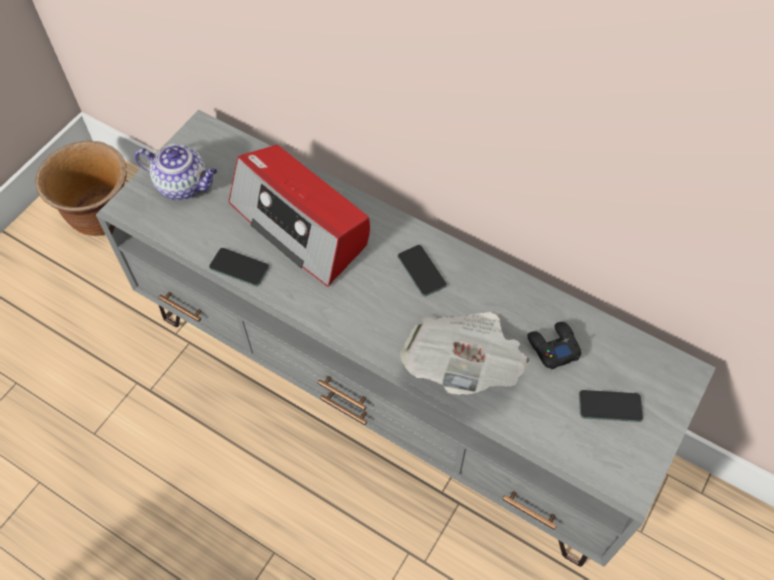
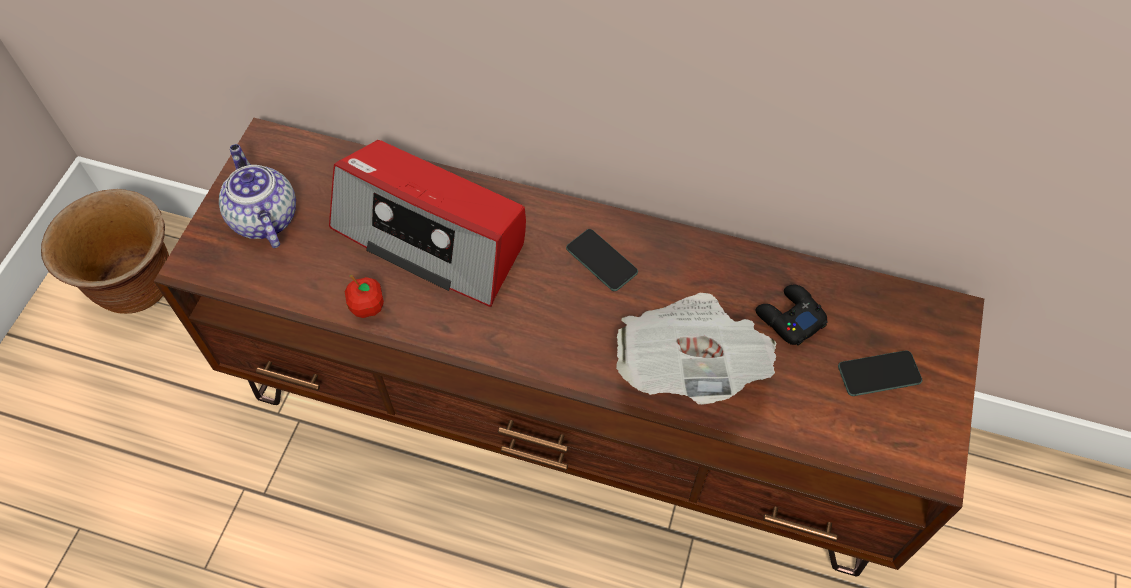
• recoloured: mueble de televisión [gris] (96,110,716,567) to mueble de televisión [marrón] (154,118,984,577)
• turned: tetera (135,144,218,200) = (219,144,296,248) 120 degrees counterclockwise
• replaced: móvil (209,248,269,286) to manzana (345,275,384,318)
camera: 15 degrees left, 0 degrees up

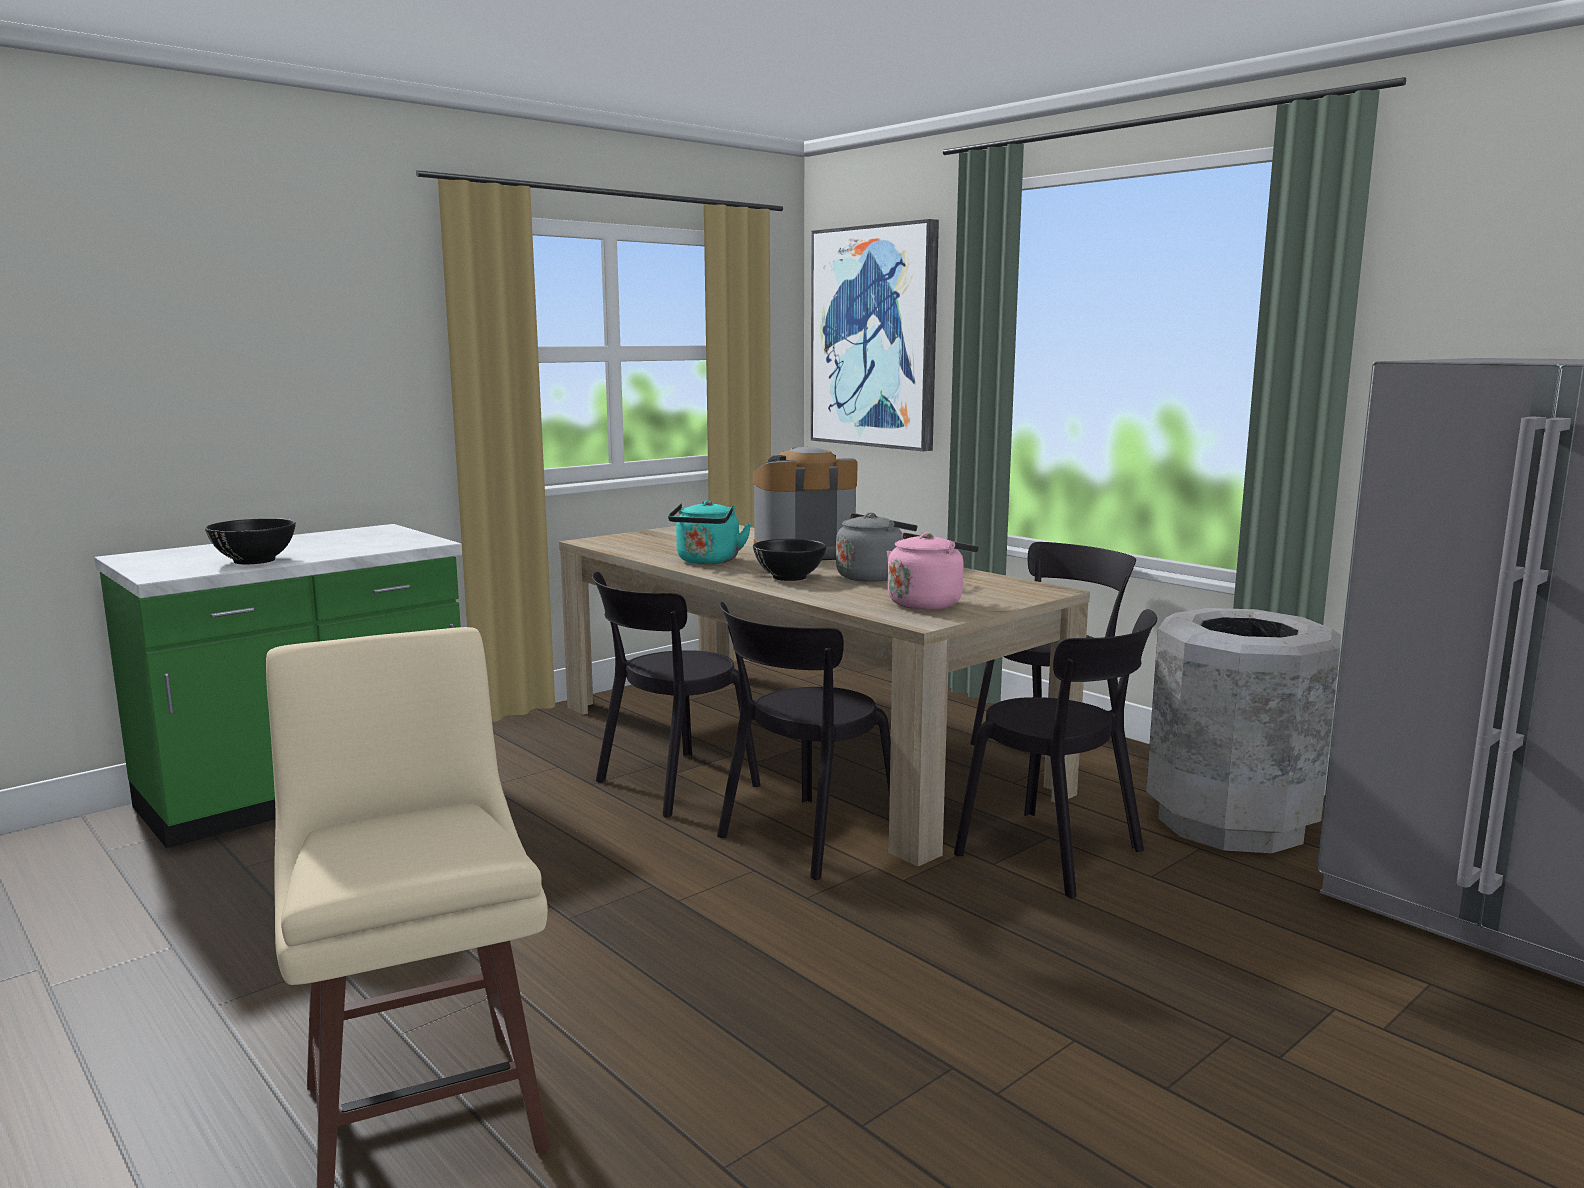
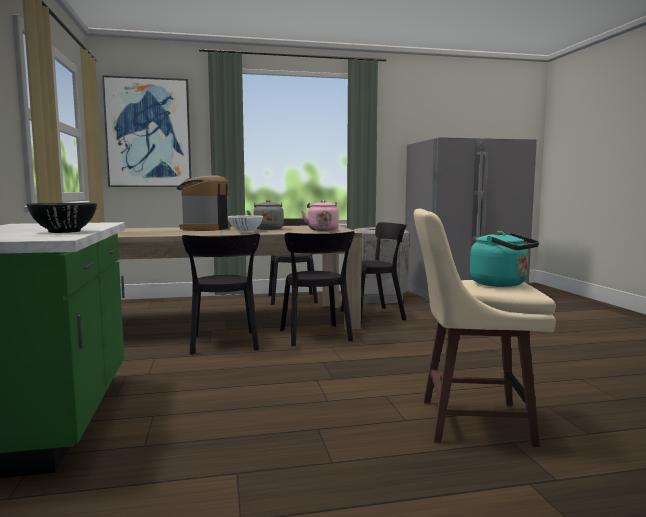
• moved: hervidor [turquesa] (668,500,751,564) to (470,231,539,287)
• recoloured: cuenco [negro] (753,539,827,581) to cuenco [blanco] (228,215,263,233)
camera: 60 degrees left, 5 degrees down

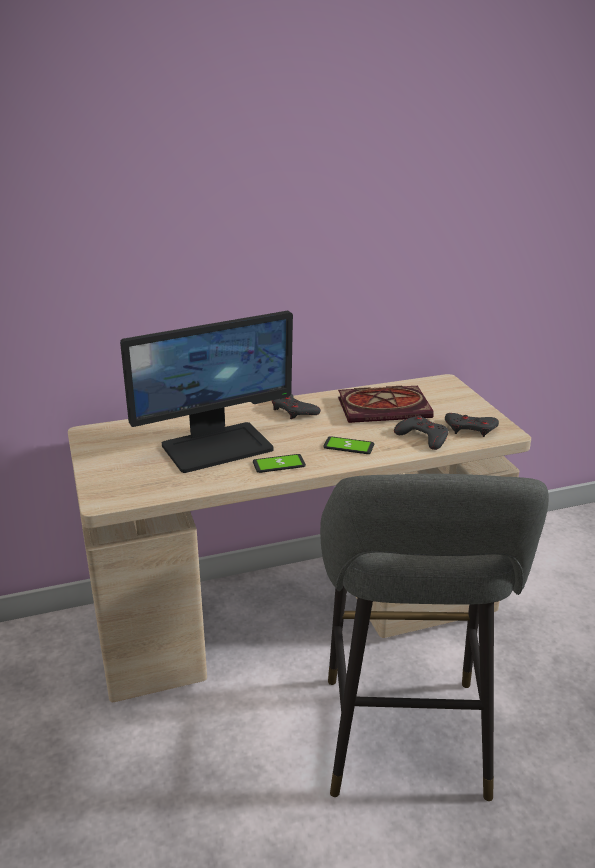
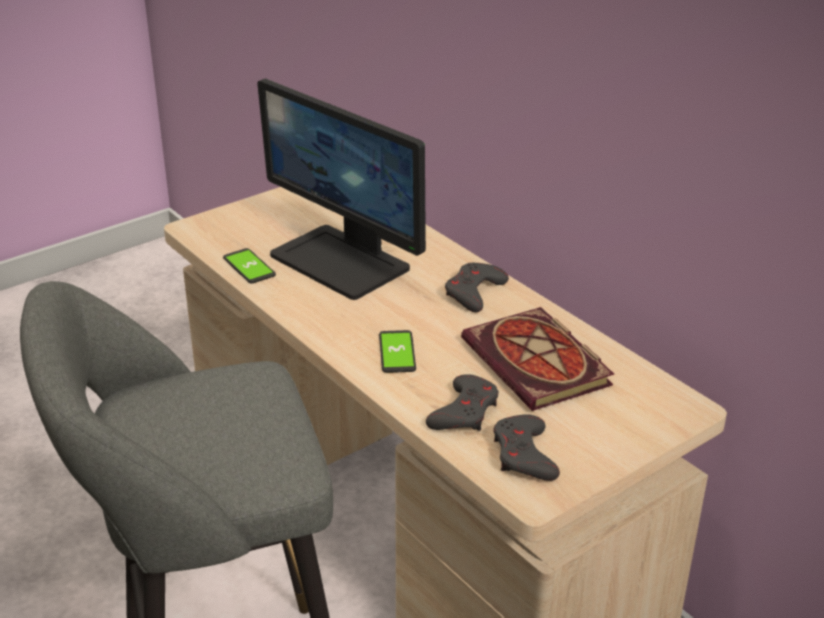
• moved: móvil (253,454,306,473) to (223,248,276,284)
camera: 70 degrees right, 5 degrees up

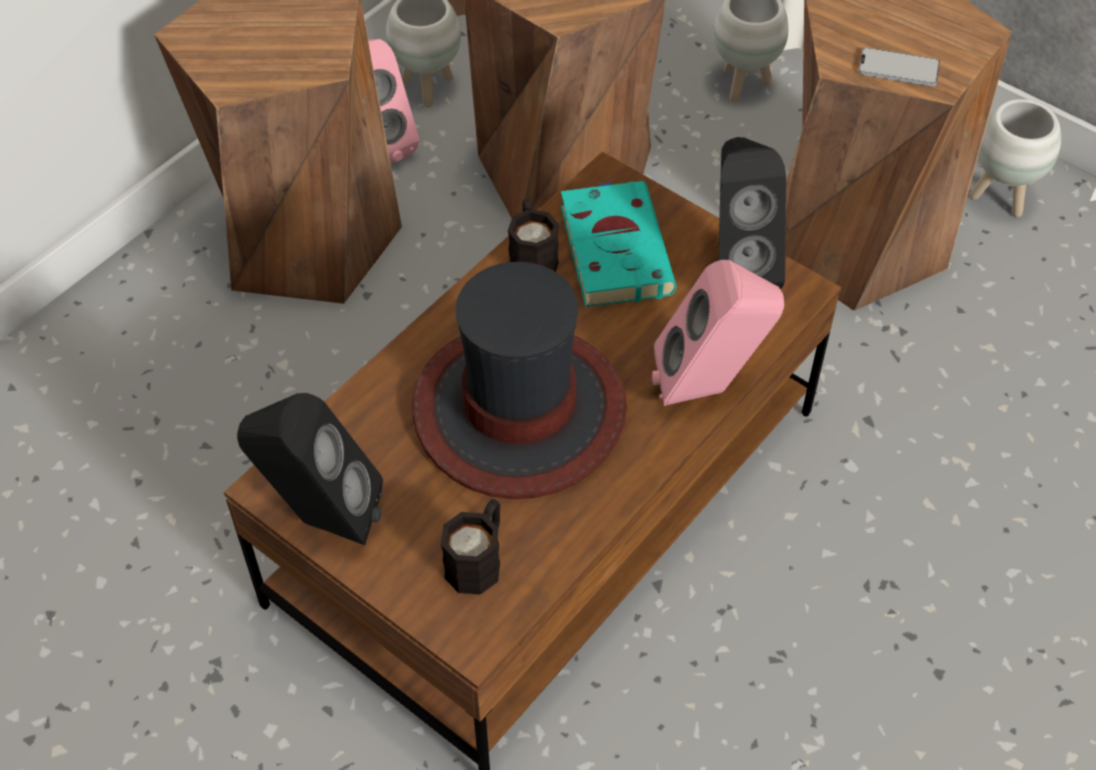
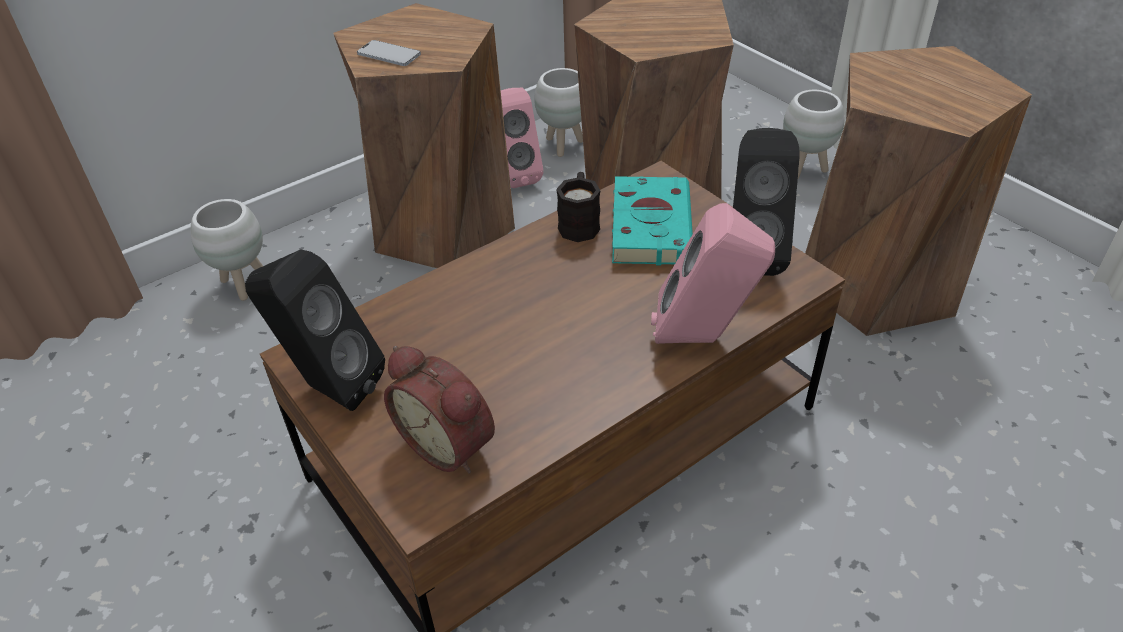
• moved: móvil (858,47,940,86) to (357,40,421,66)
• moved: maceta [blanco] (970,99,1061,217) to (191,199,263,301)
• removed: sombrero (412,262,627,499)
• replaced: taza grande [negro] (441,499,500,595) to despertador (384,346,495,473)
camera: 15 degrees right, 10 degrees down

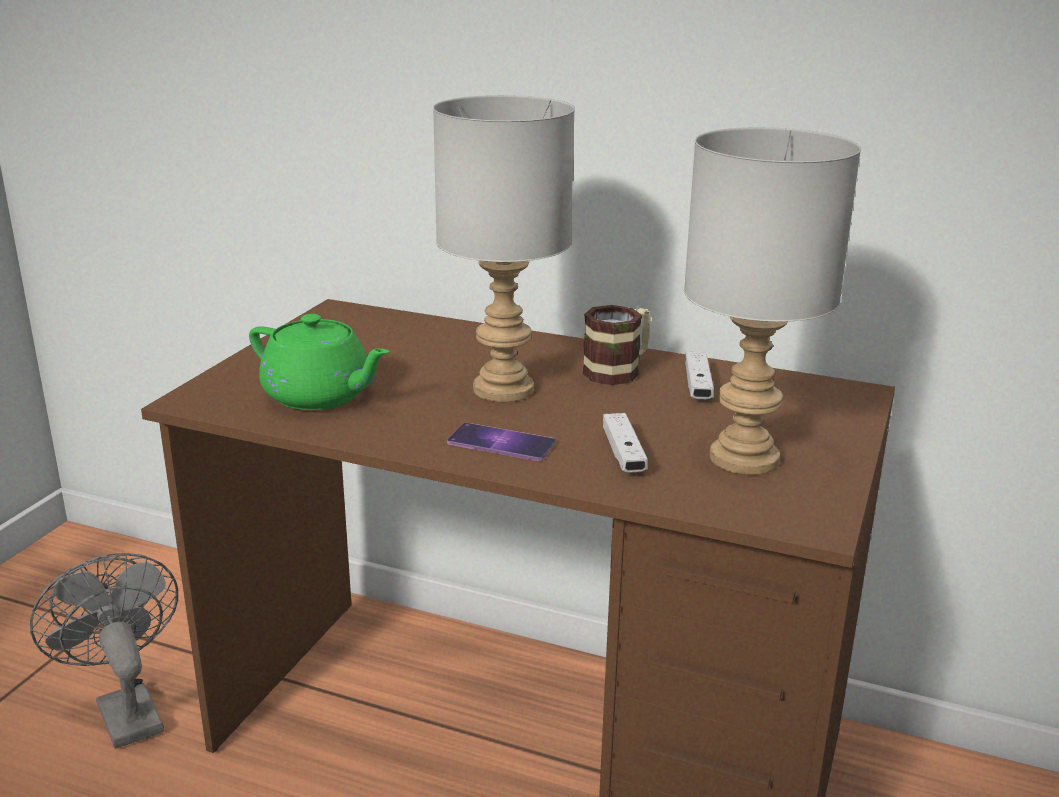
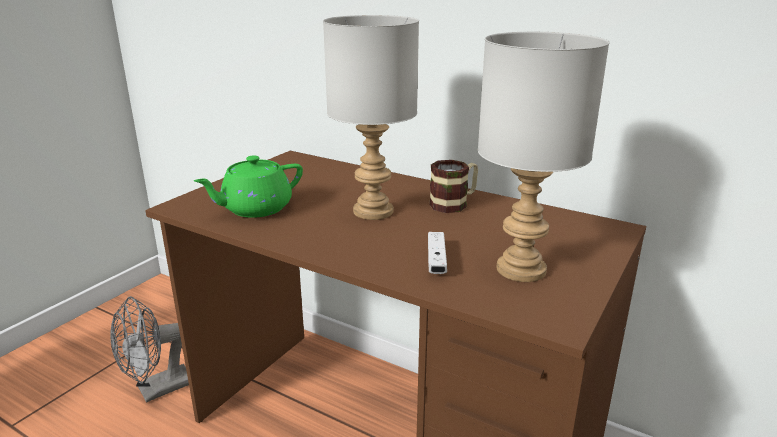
• turned: tetera [verde] (249,314,390,410) = (194,156,303,218) 105 degrees clockwise
• removed: mando de consola [blanco] (685,352,714,399)
• removed: móvil (447,423,556,461)
• turned: ventilador [gris] (30,553,178,749) = (110,296,189,403) 105 degrees counterclockwise
camera: 10 degrees right, 0 degrees up

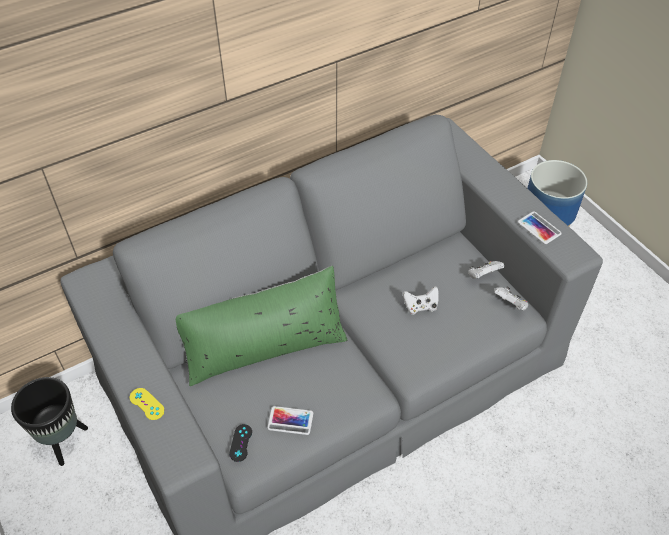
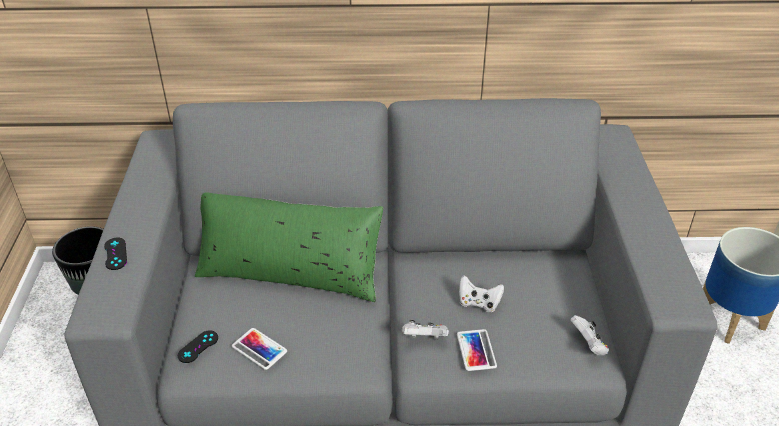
• moved: móvil (518,211,562,244) to (457,329,497,371)
• moved: mando de consola [blanco] (468,261,504,279) to (402,320,449,339)
• recoloured: mando de consola [amarillo] (130,388,165,420) to mando de consola [negro] (104,238,127,270)
camera: 30 degrees right, 10 degrees down

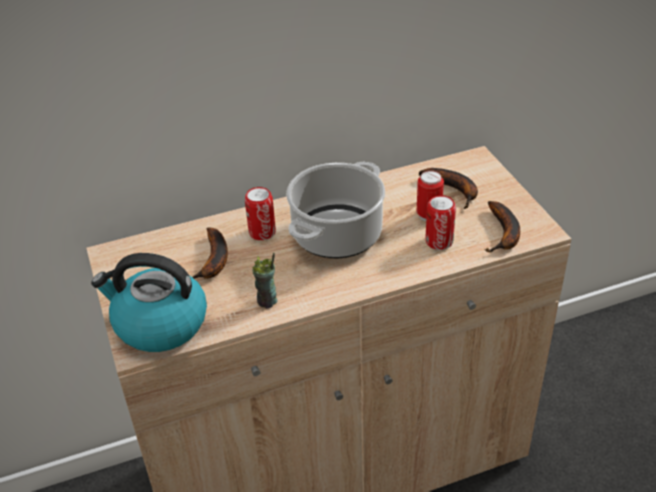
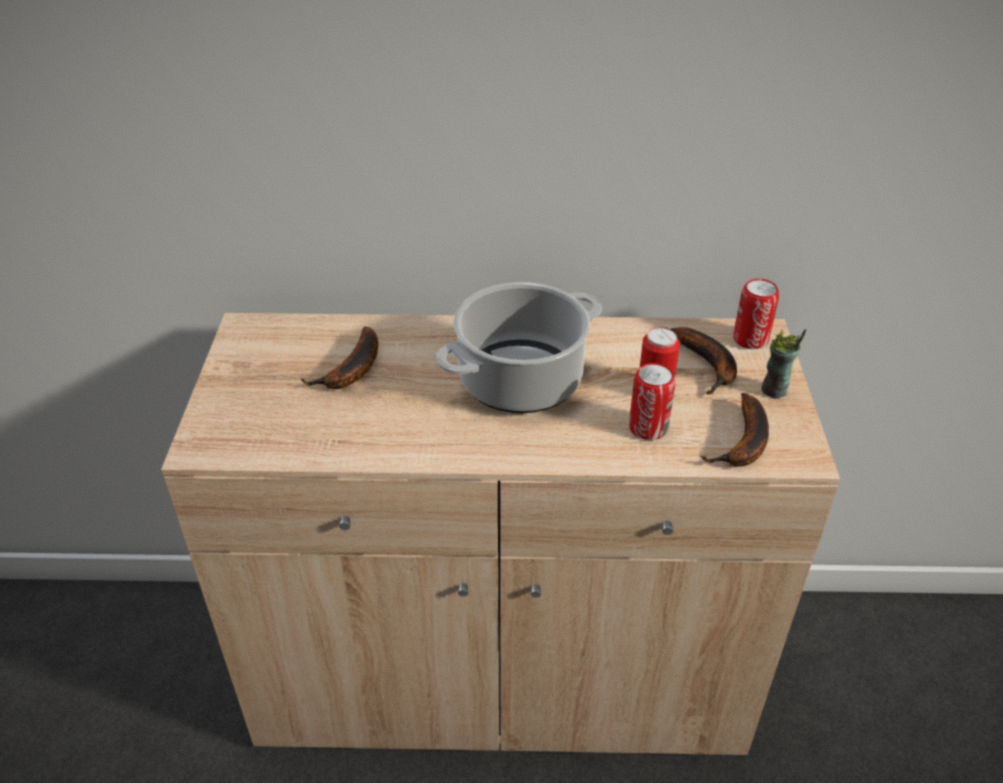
• moved: lata (245,187,276,240) to (733,279,779,349)
• removed: hervidor (91,253,207,352)
• moved: taza (252,253,278,308) to (761,329,806,399)
camera: 20 degrees right, 0 degrees up

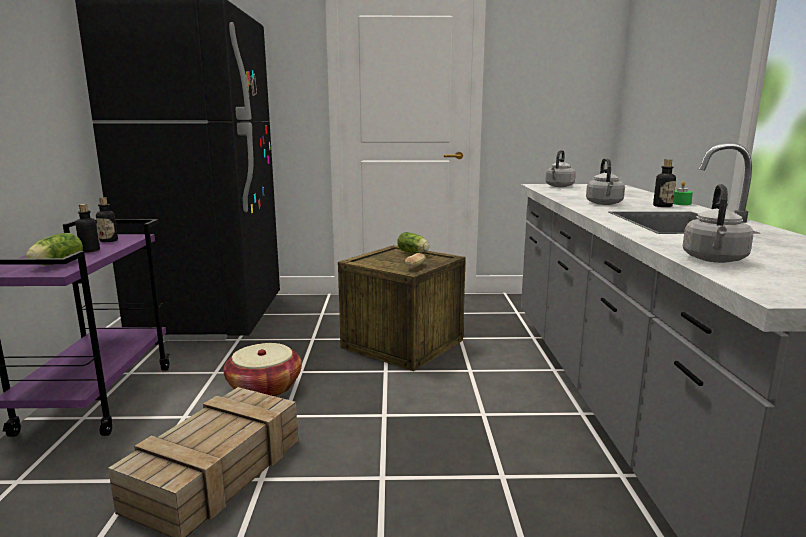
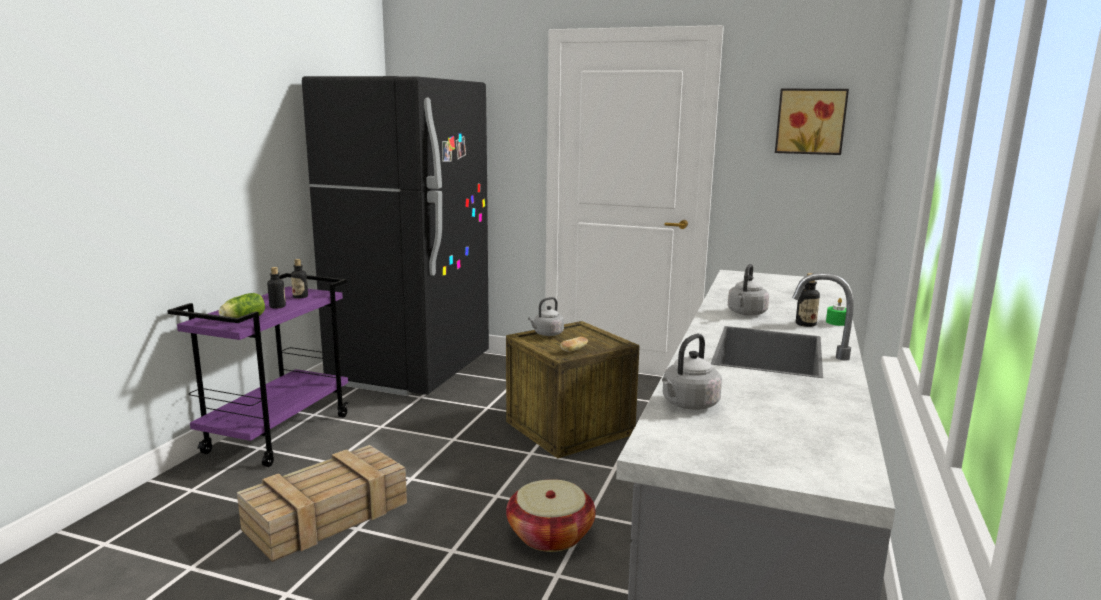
• moved: hervidor [gris] (545,150,576,187) to (528,297,564,336)
• removed: lechuga (397,232,430,253)
• moved: cesta (224,343,302,397) to (506,479,596,552)
• added: cuadro (775,89,849,155)
camera: 20 degrees right, 0 degrees up

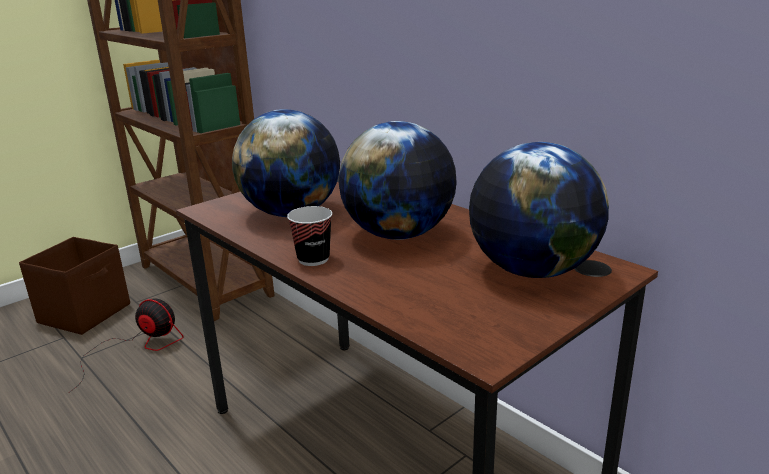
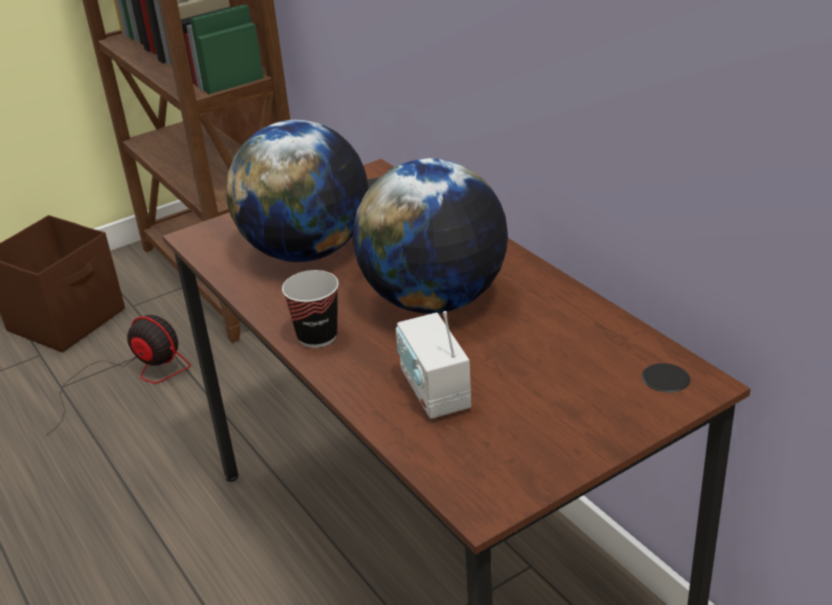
• removed: globo terráqueo (469,142,609,278)
• added: radio (396,311,471,419)
camera: 10 degrees right, 10 degrees up

